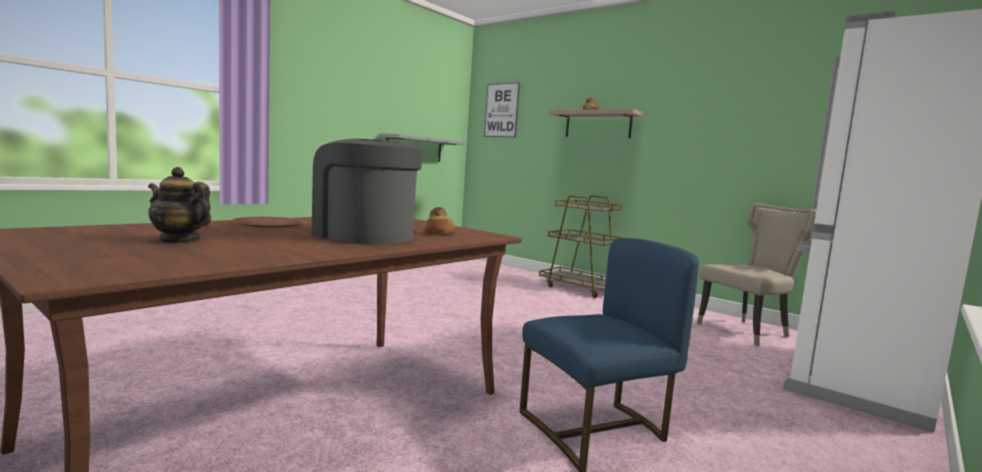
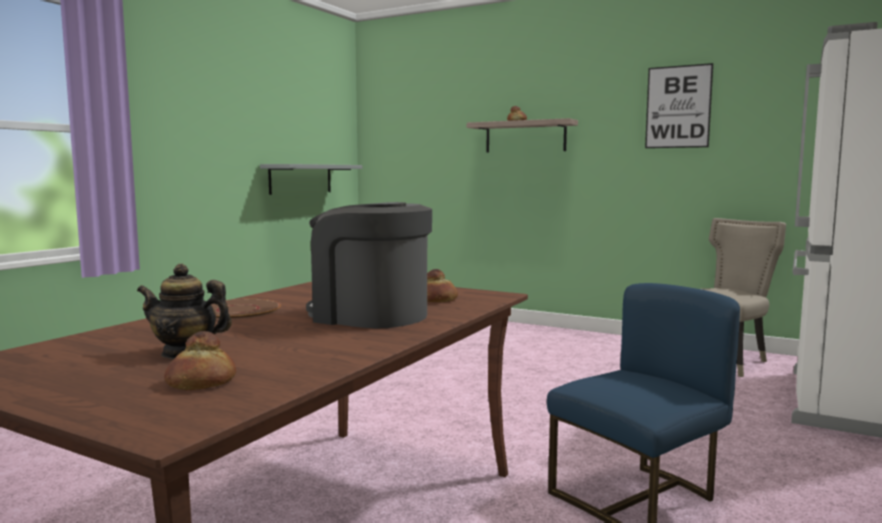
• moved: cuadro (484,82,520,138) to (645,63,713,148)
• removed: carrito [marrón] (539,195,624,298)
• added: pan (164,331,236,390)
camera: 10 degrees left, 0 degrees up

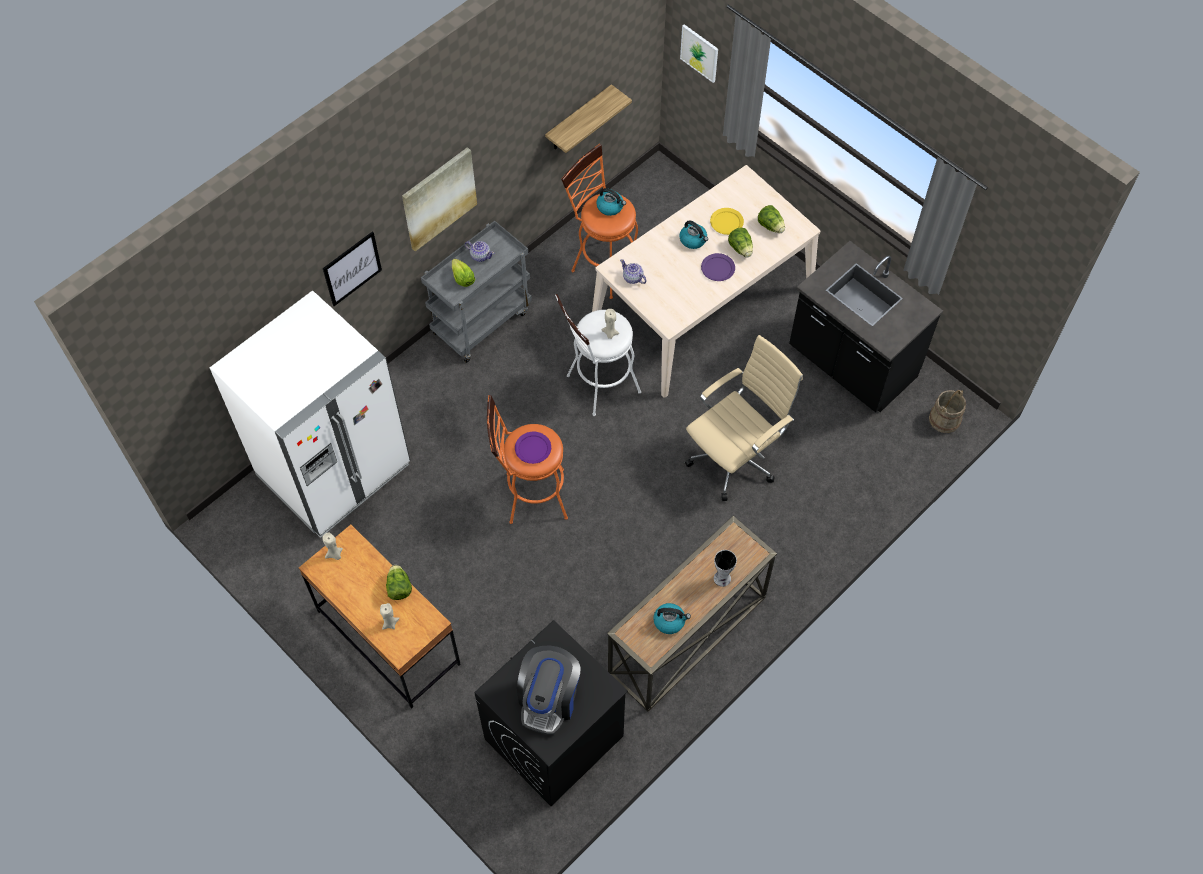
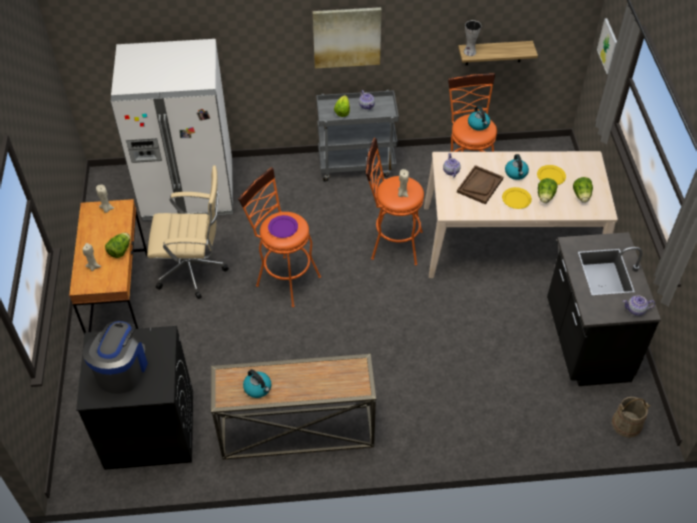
• removed: cuadro (323,231,382,306)
• recoloured: plato [morado] (701,253,735,281) to plato [amarillo] (502,187,532,209)
• recoloured: taburete [blanco] (555,294,641,416) to taburete [naranja] (366,138,424,266)
• moved: silla de oficina [beis] (685,335,803,501) to (147,165,229,299)
• moved: florero (714,550,737,587) to (464,20,481,56)
• turned: cafetera (517,645,581,735) = (82,321,148,394) 135 degrees clockwise
• added: bandeja [marrón] (457,165,503,205)
• added: tetera (623,296,655,316)
camera: 40 degrees right, 10 degrees down

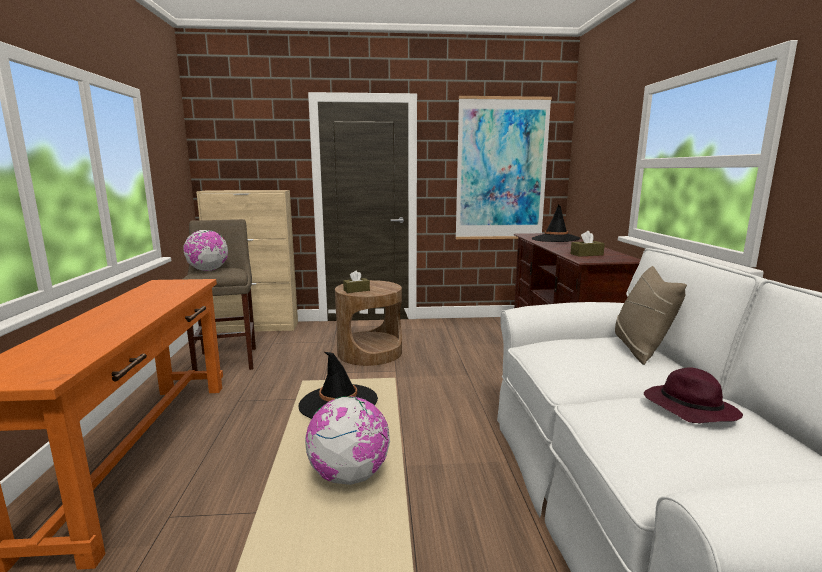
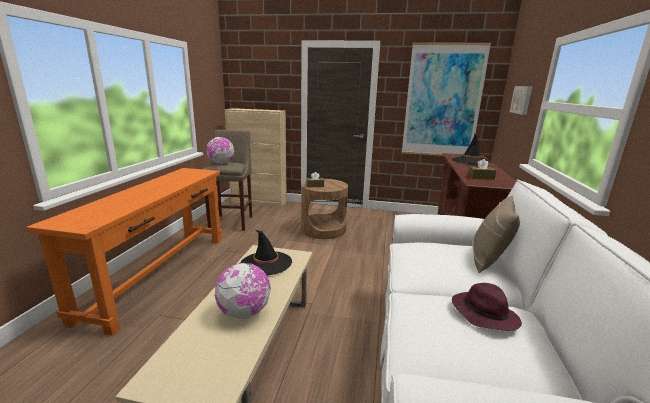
• added: cuadro (510,86,533,115)
camera: 15 degrees right, 5 degrees up

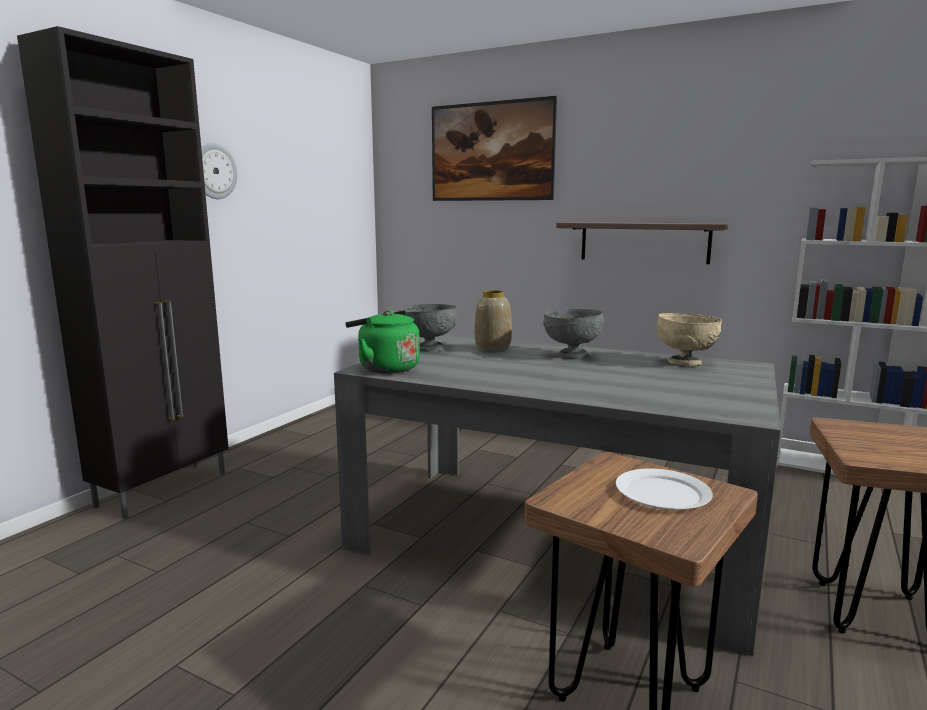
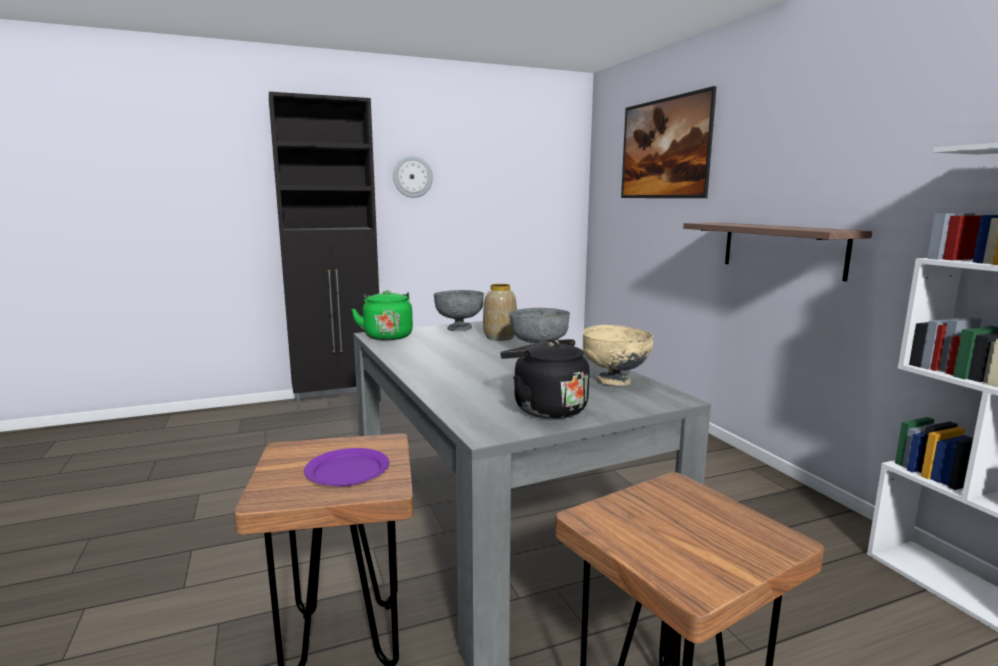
• recoloured: plato [blanco] (616,469,713,510) to plato [morado] (304,448,389,486)
• added: hervidor [negro] (500,339,590,419)
camera: 40 degrees right, 0 degrees up

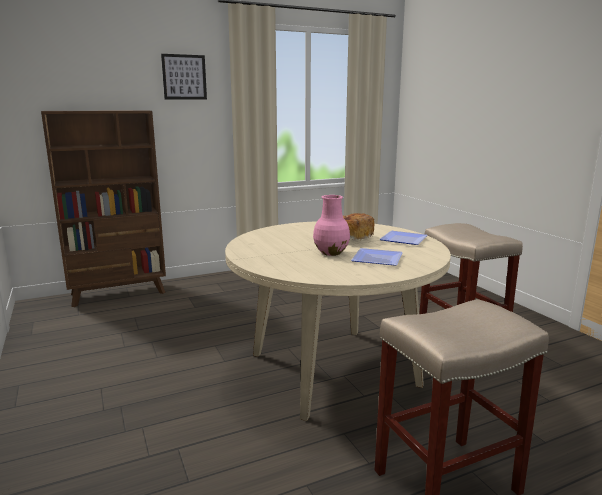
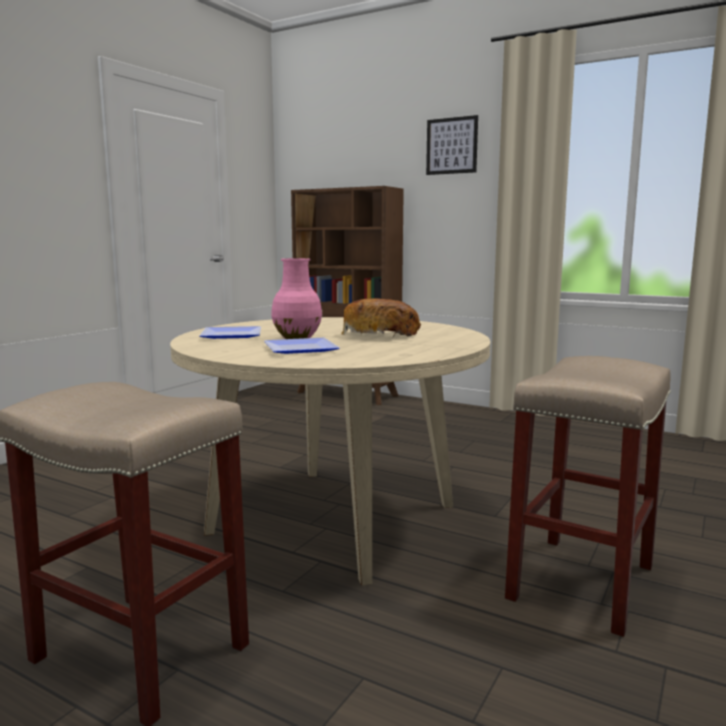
• moved: plato (379,231,428,245) to (199,326,261,339)
camera: 55 degrees right, 5 degrees down

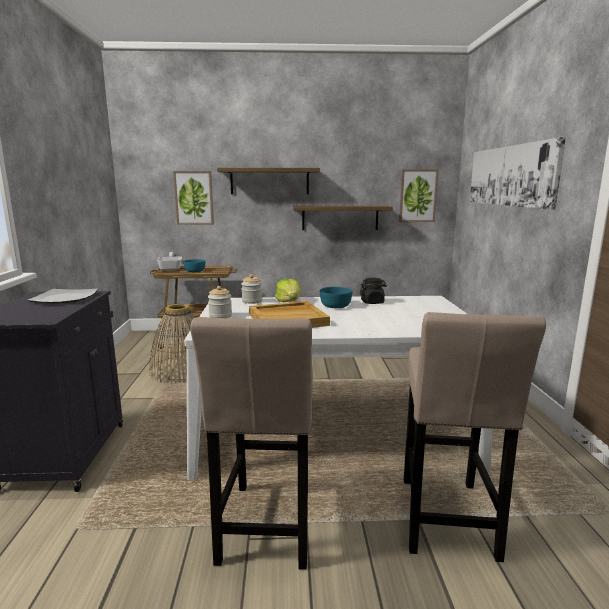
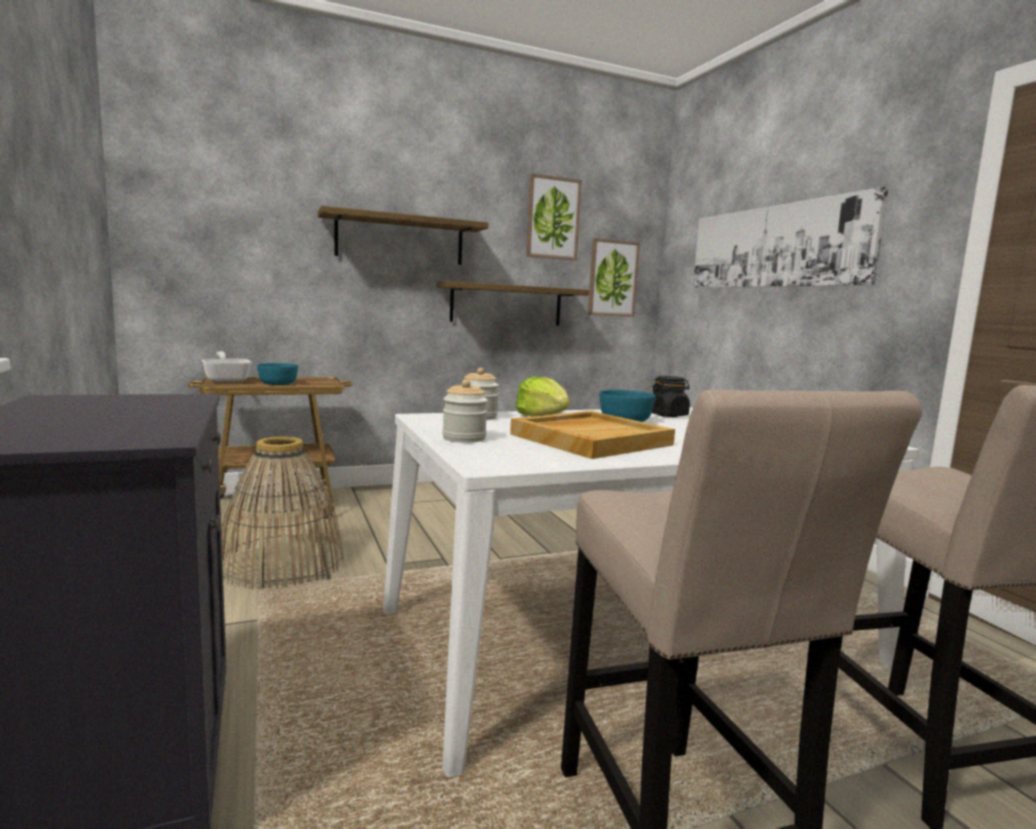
• moved: cuadro (173,171,214,225) to (526,173,582,260)
• removed: plato (27,289,98,304)
camera: 20 degrees left, 5 degrees down

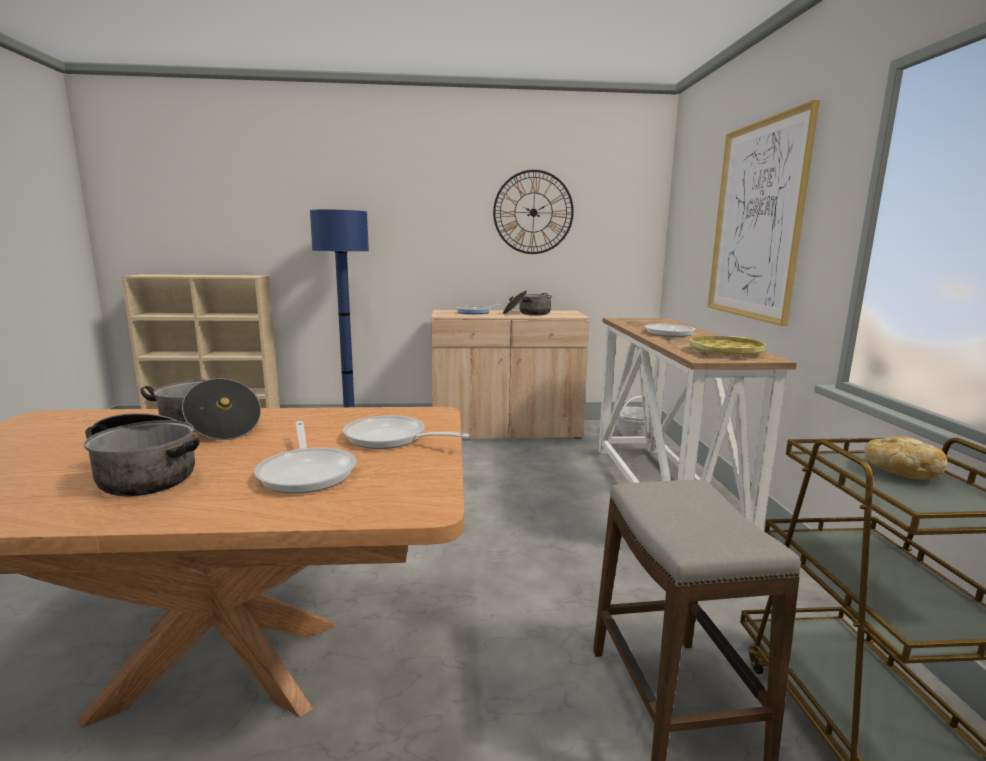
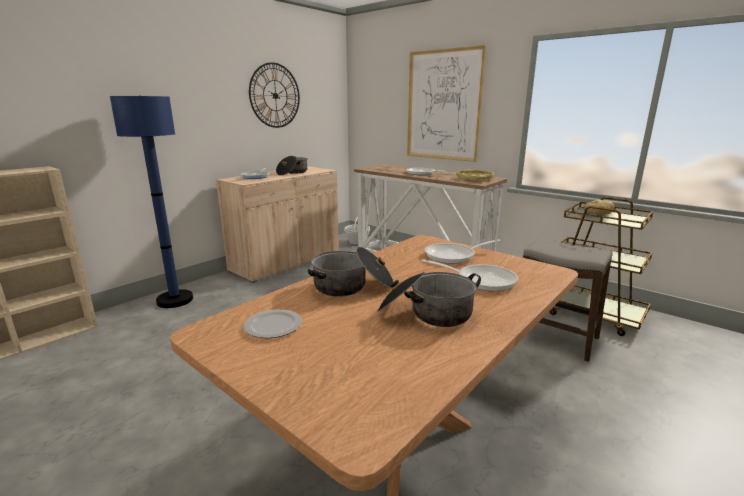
• added: plato (244,309,302,338)
camera: 45 degrees left, 5 degrees up

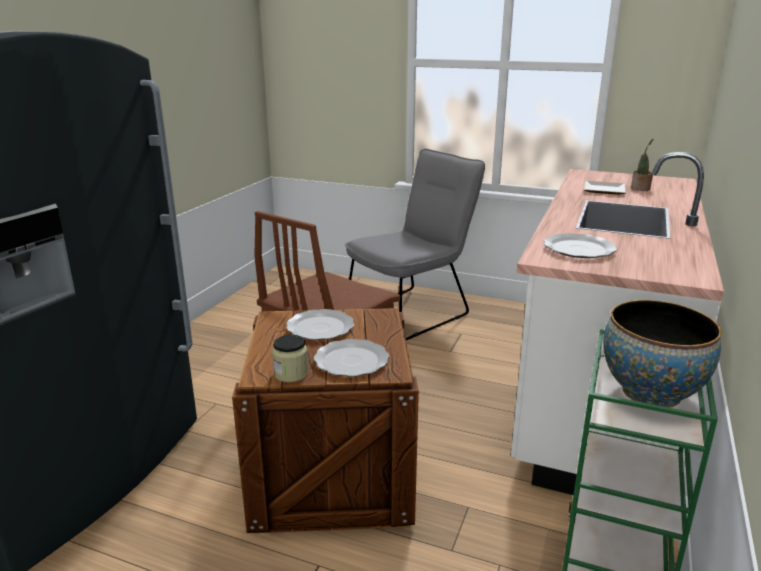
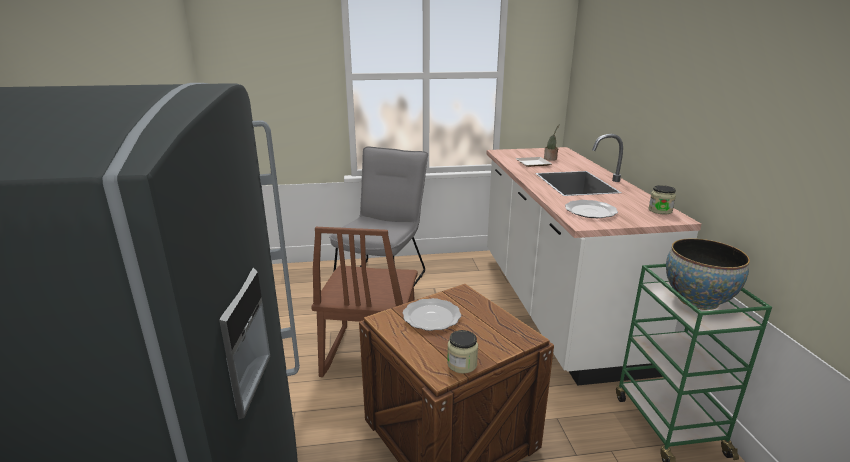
• removed: plato (314,339,389,377)
• added: tarro (648,185,676,214)
camera: 30 degrees left, 0 degrees up

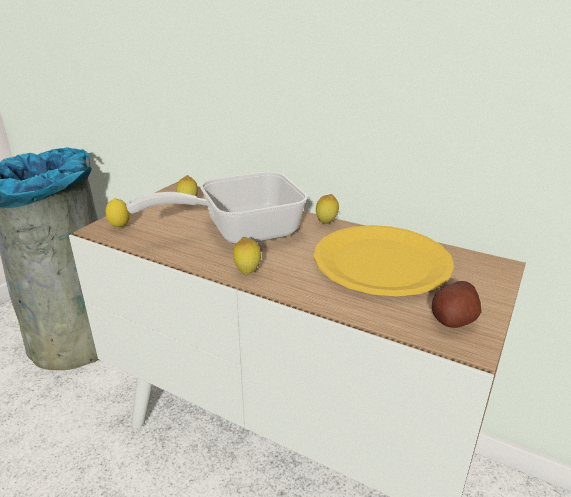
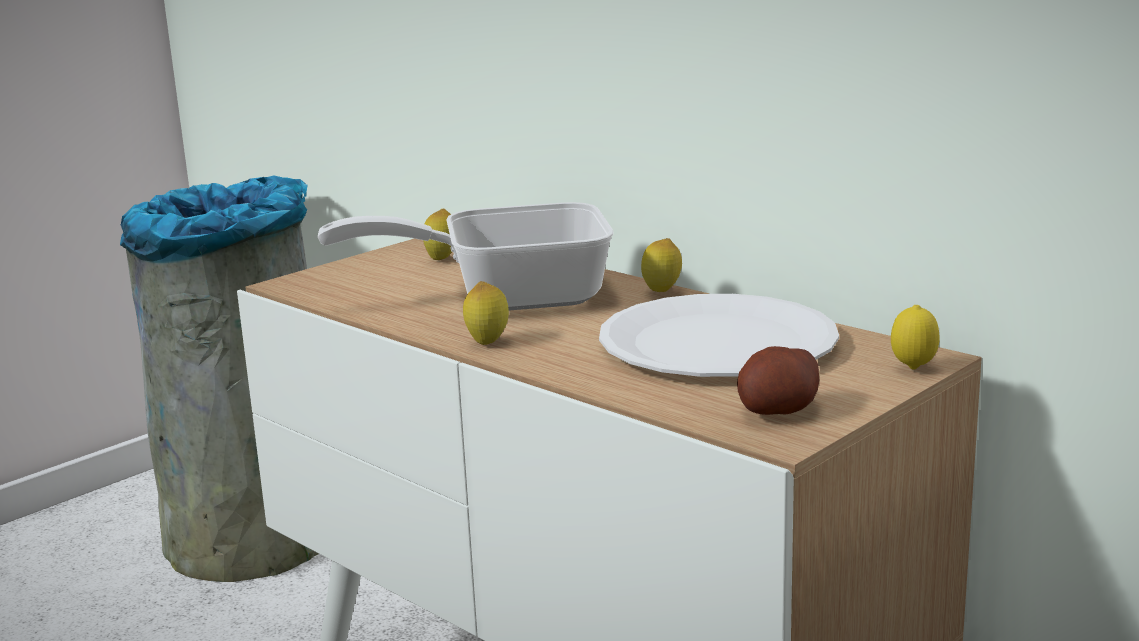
• moved: limón (106,198,130,228) to (891,305,940,370)
• recoloured: plato [amarillo] (314,225,454,296) to plato [blanco] (599,294,839,377)
camera: 15 degrees right, 10 degrees down

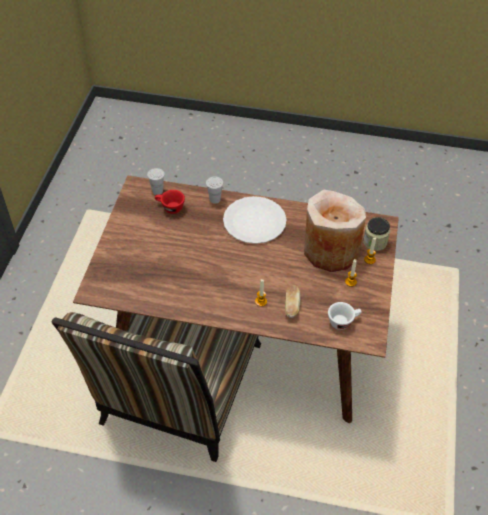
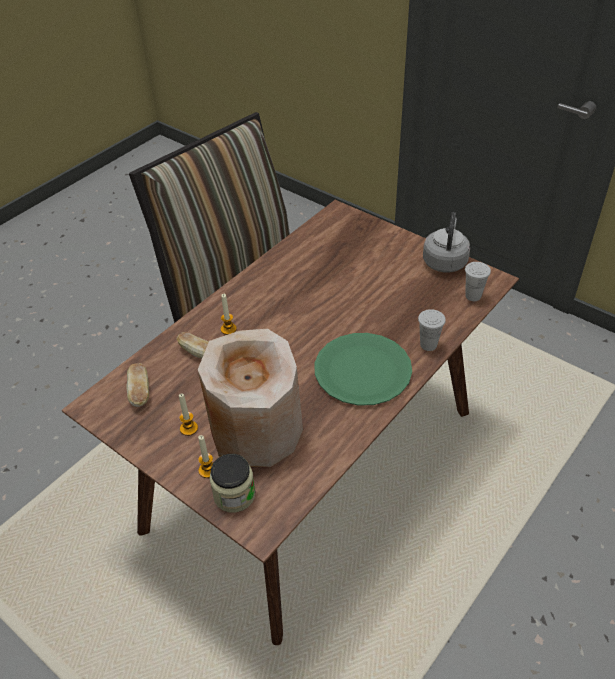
• removed: taza [rojo] (155,190,185,214)
• recoloured: plato [blanco] (223,196,287,244) to plato [verde] (315,333,412,406)
• replaced: taza [blanco] (328,302,362,330) to pan (126,363,149,407)
• added: hervidor [gris] (423,212,470,273)
camera: 120 degrees right, 5 degrees down

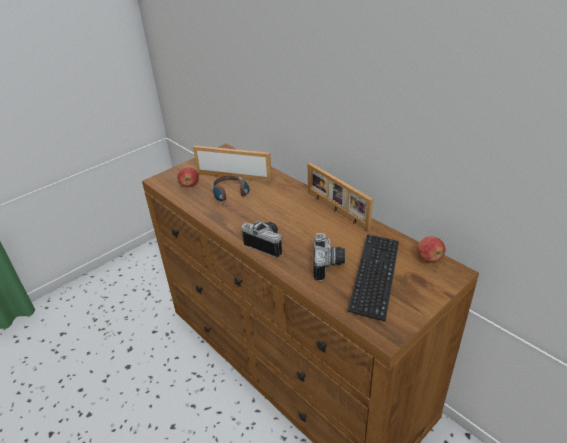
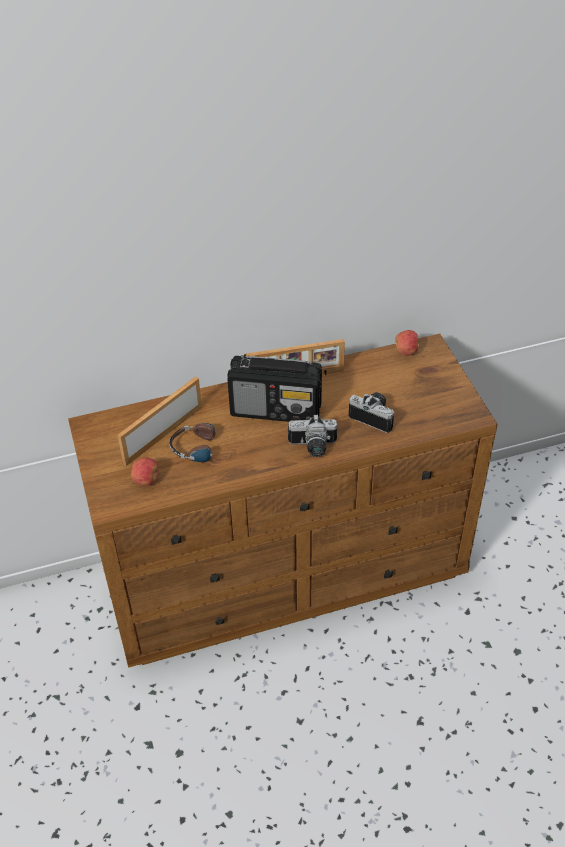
• turned: cámara (242,221,282,258) = (288,414,337,457) 150 degrees counterclockwise
• removed: teclado (348,234,399,322)
• added: radio (227,354,322,422)
camera: 65 degrees left, 10 degrees up

